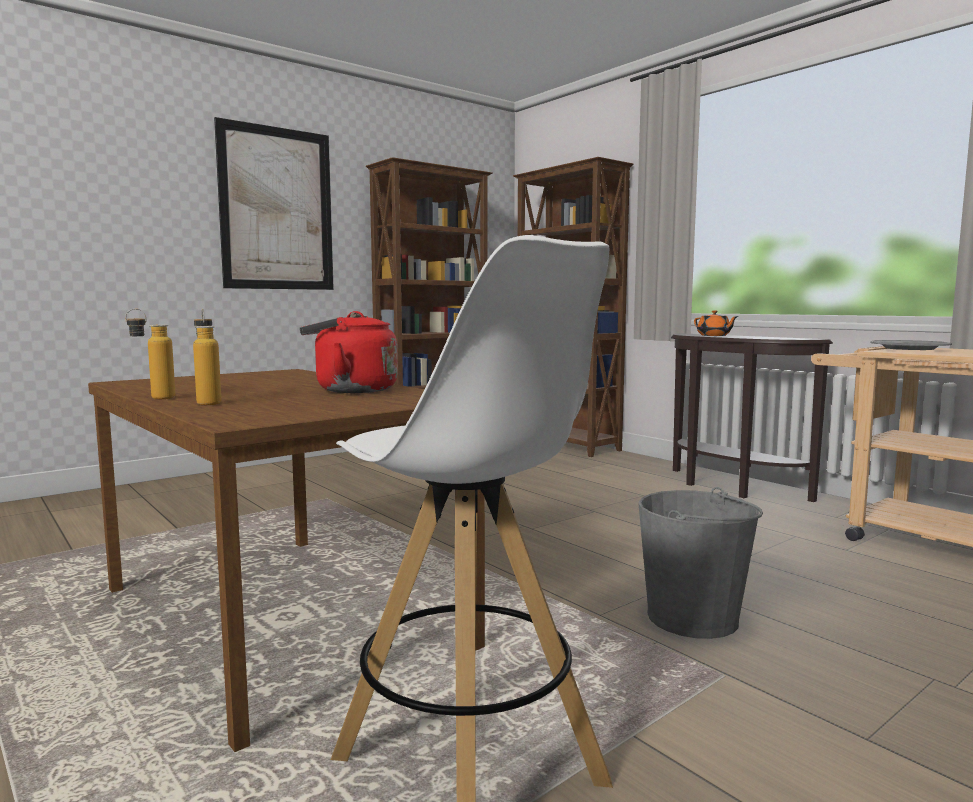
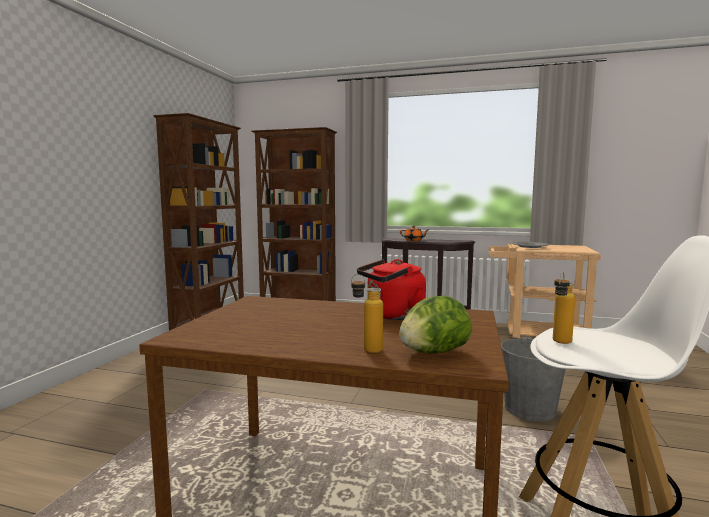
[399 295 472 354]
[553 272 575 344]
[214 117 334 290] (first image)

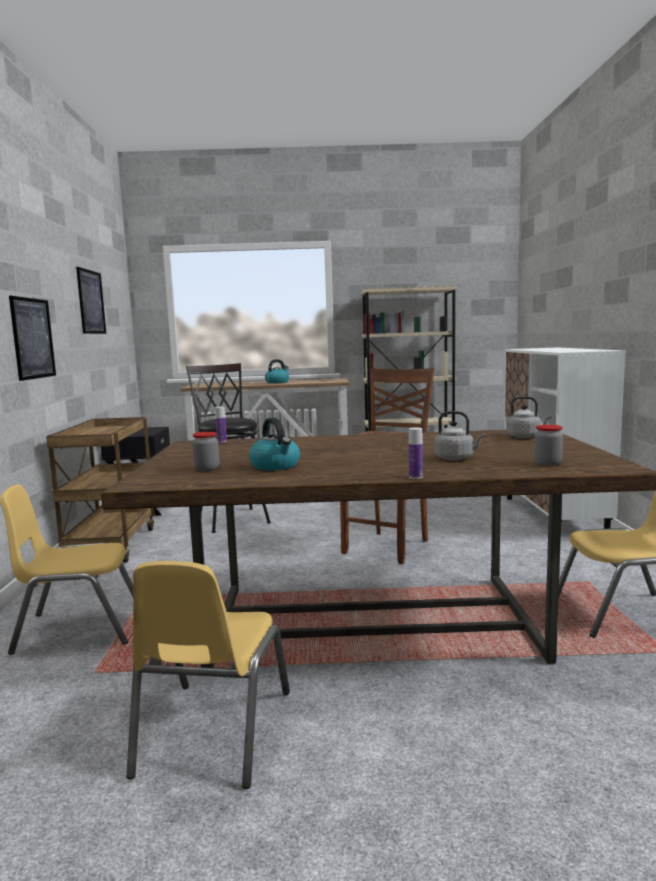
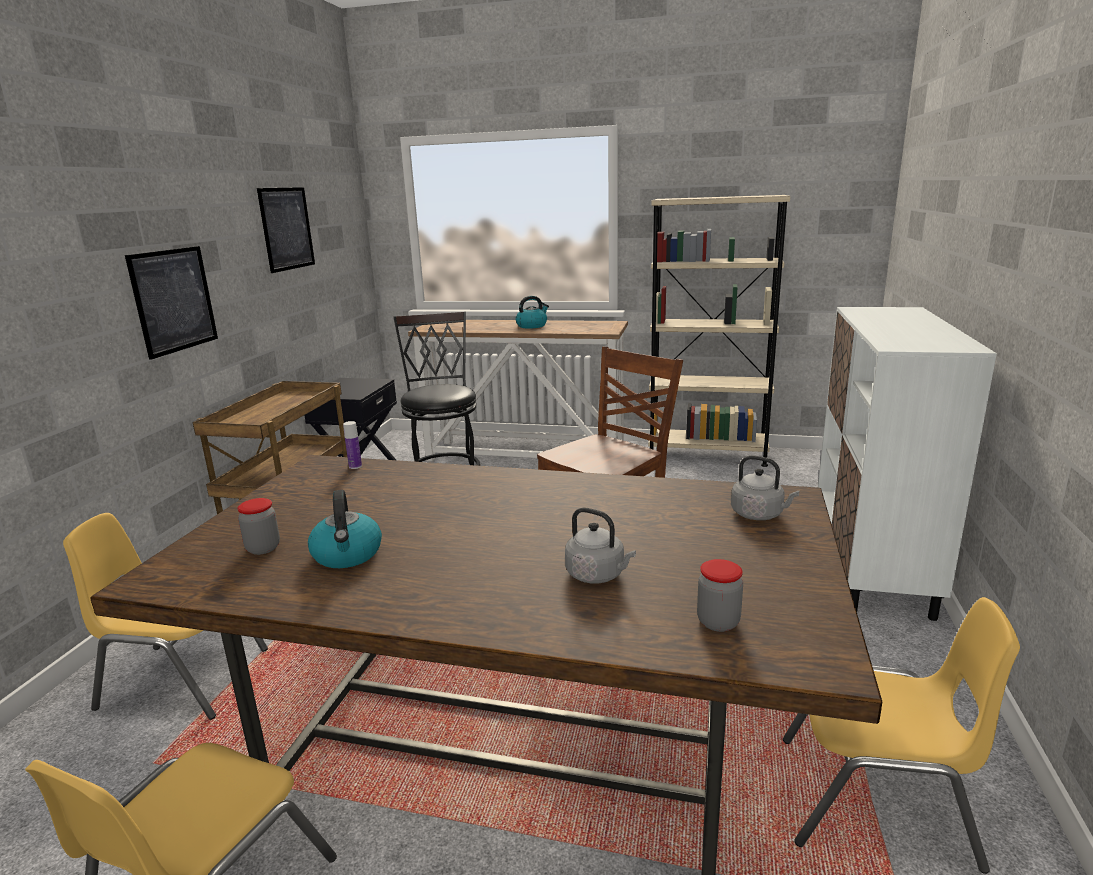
[409 428 423 479] (first image)

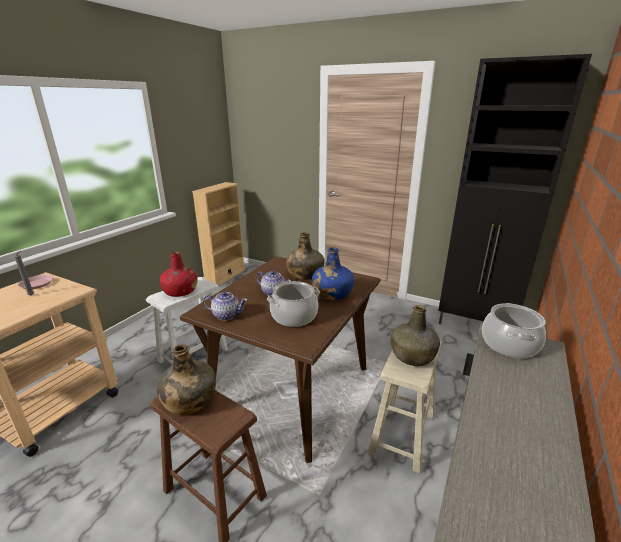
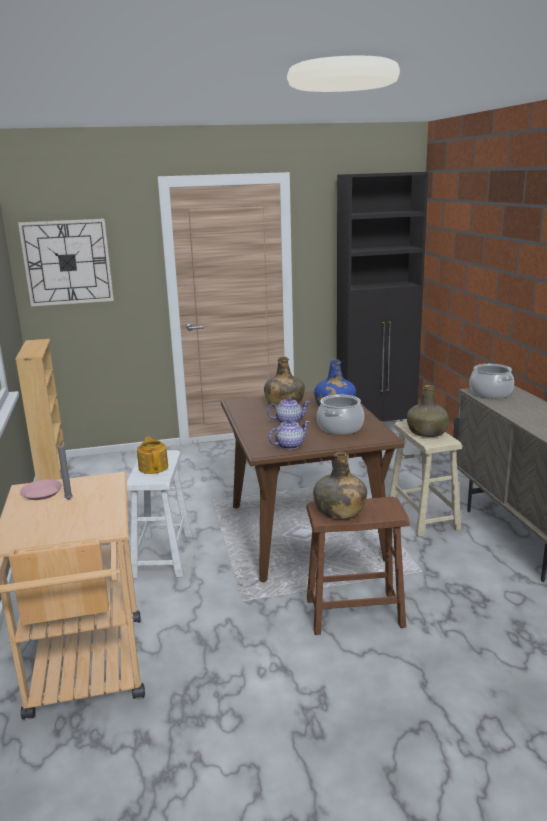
[18 219 114 307]
[137 436 168 474]

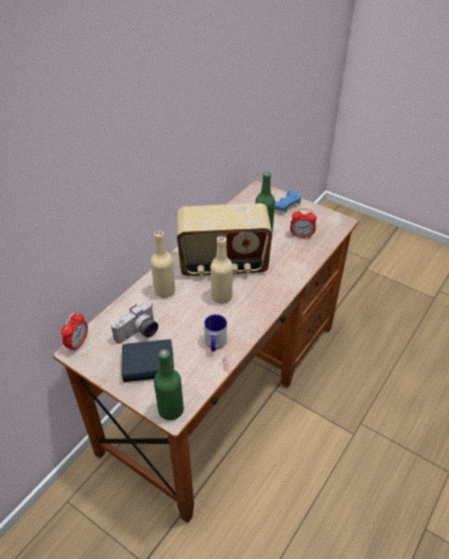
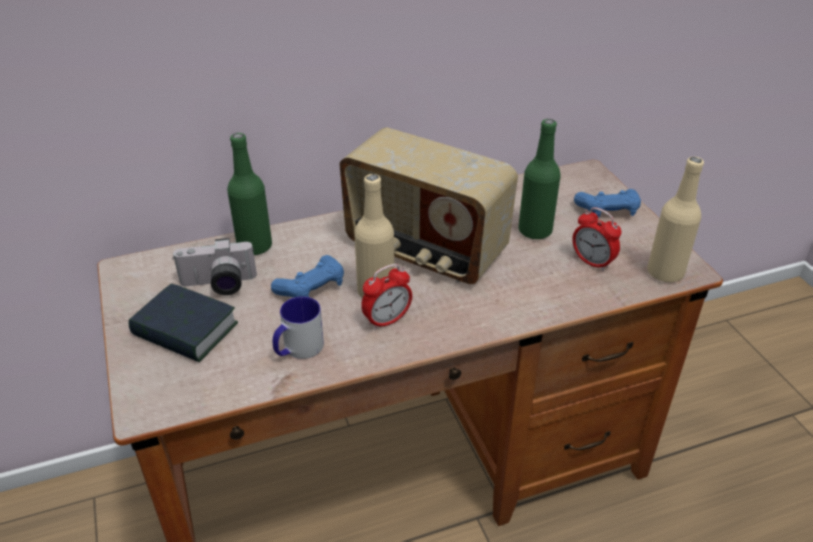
[227 133 272 255]
[271 255 344 298]
[361 264 412 330]
[647 157 704 282]

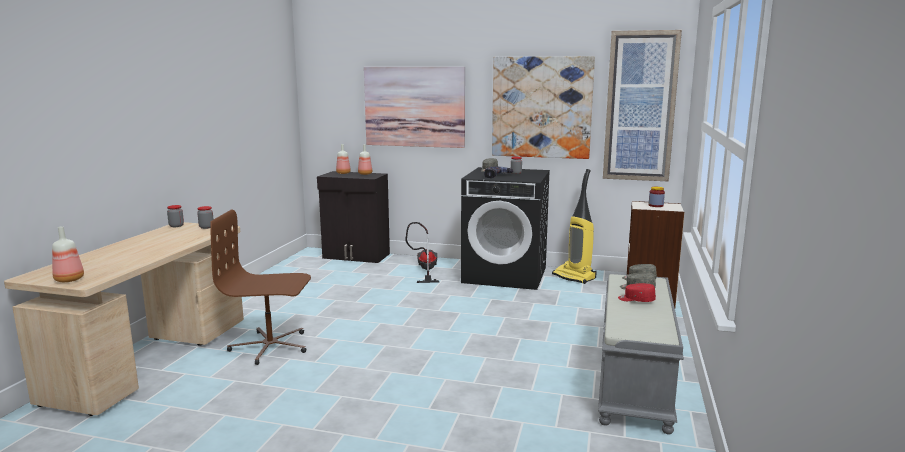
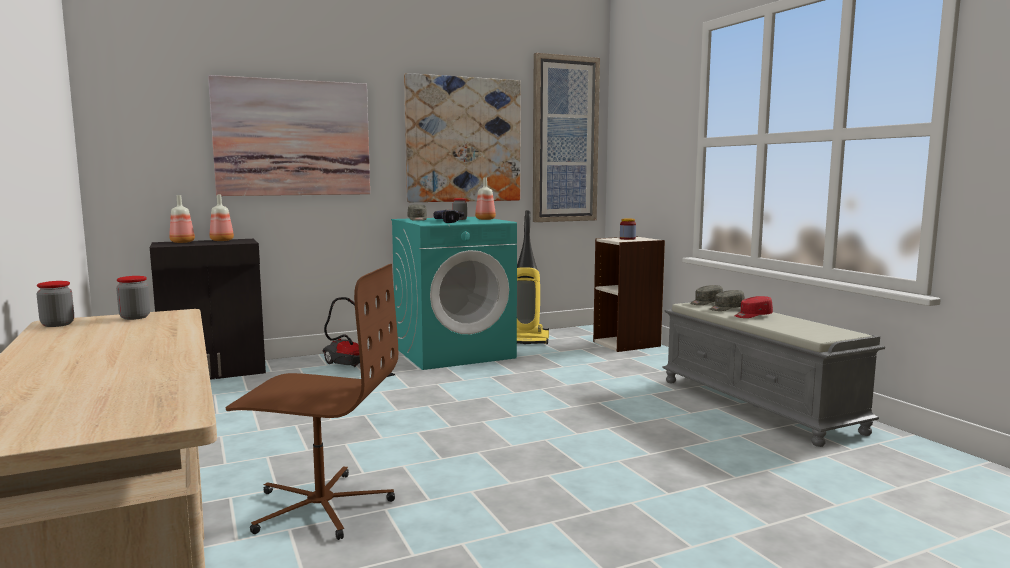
[226 264 398 540]
[391 217 517 370]
[475 177 496 220]

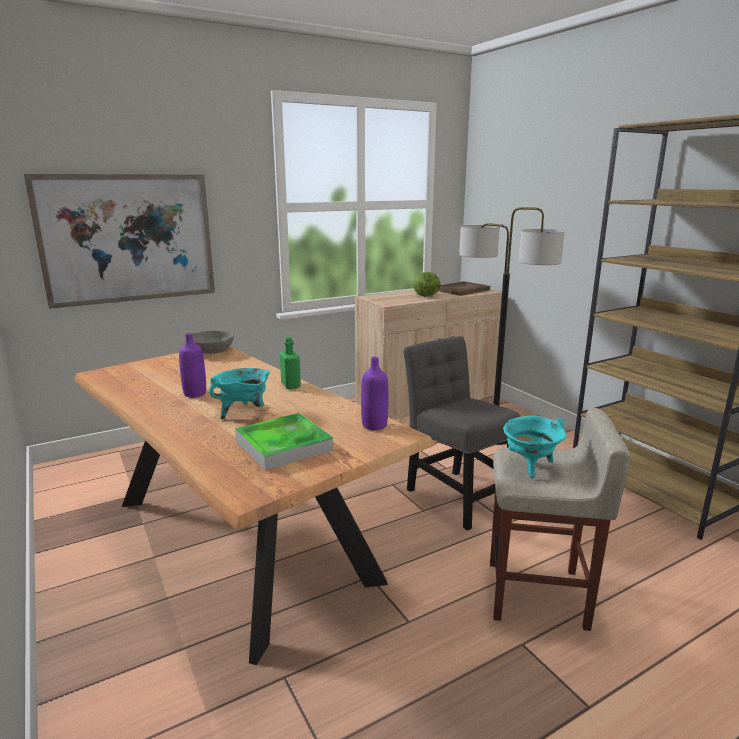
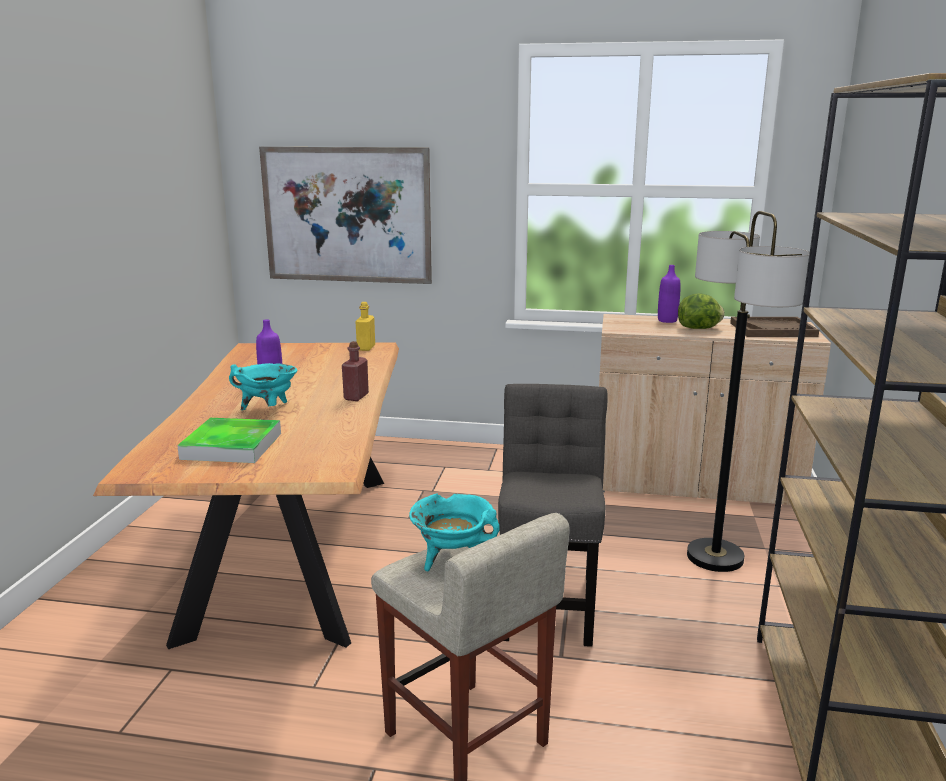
[342 341 369 401]
[355 302 375 351]
[658 265 681 323]

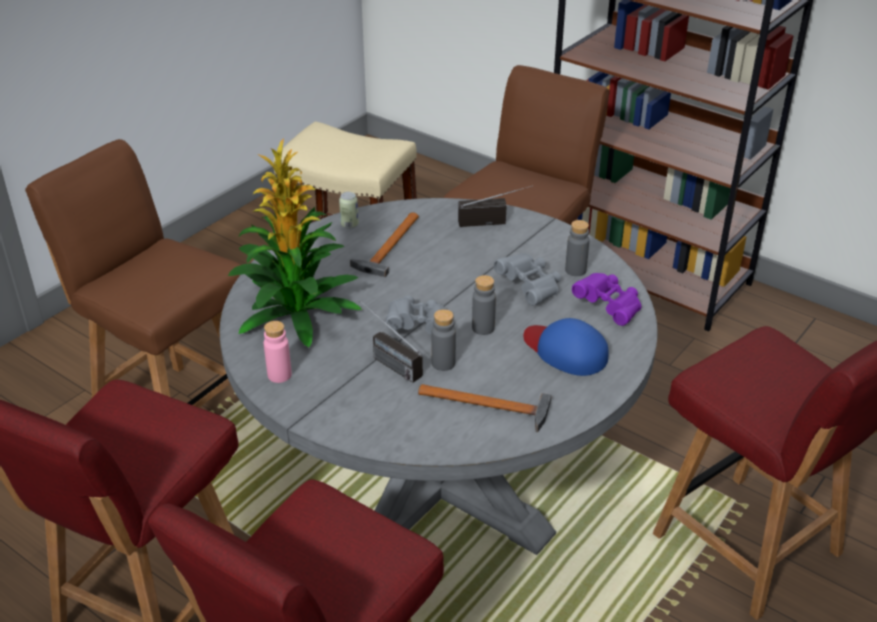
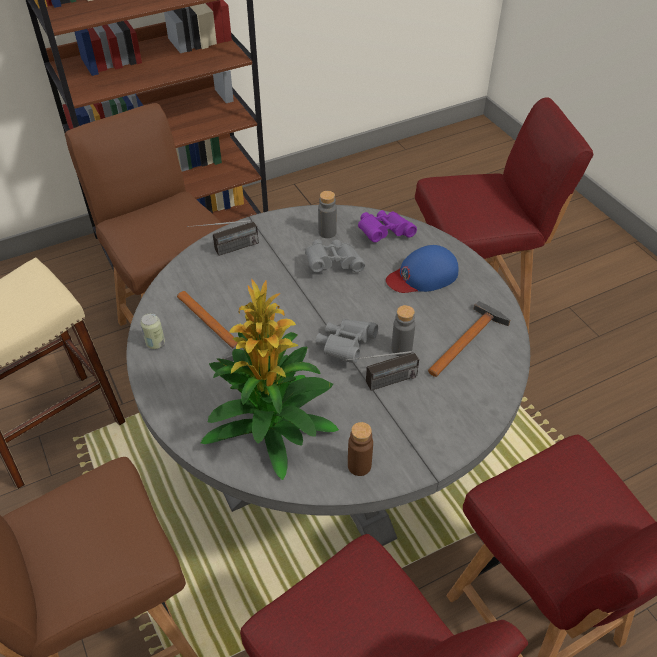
[187 220 259 256]
[348 422 373 476]
[472 275 496 335] (first image)

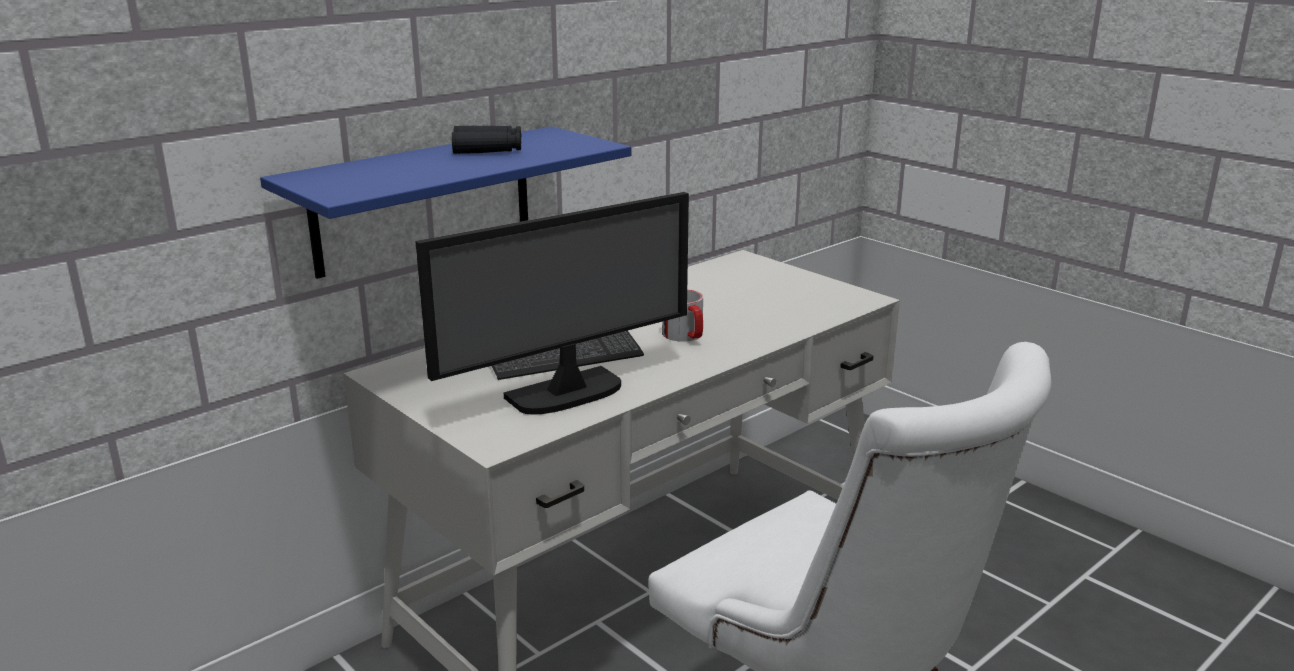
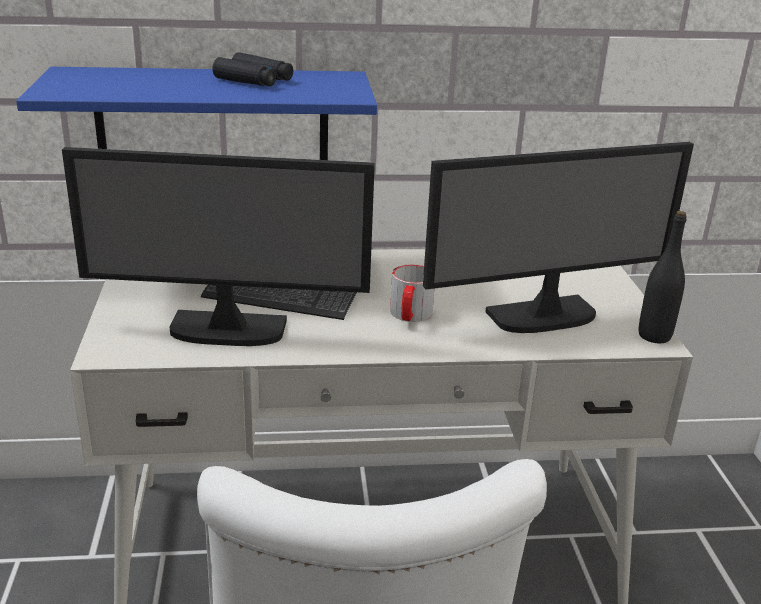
[423 142 694 333]
[639 211 687 343]

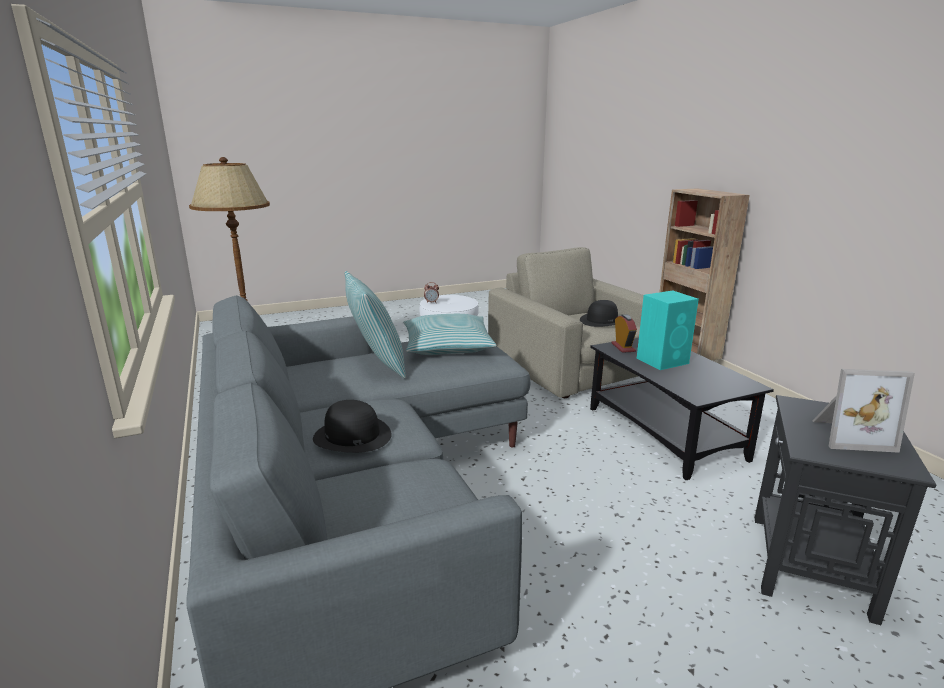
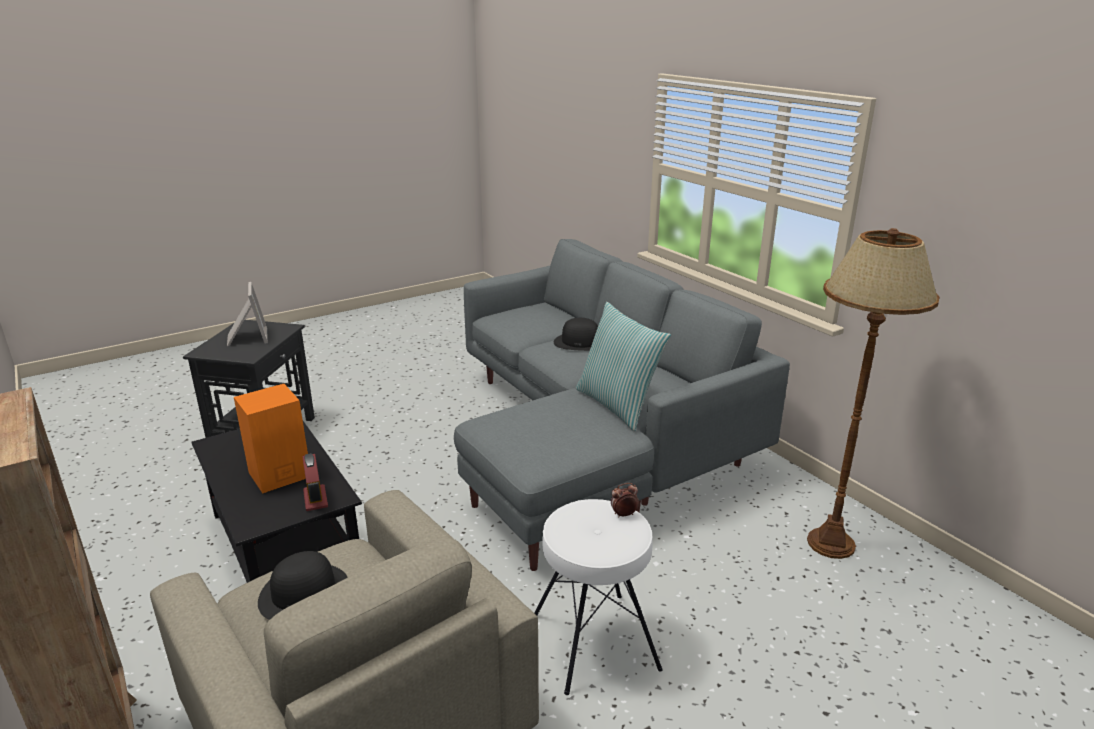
[227 282 268 346]
[234 384 308 494]
[404 314 497 355] (first image)

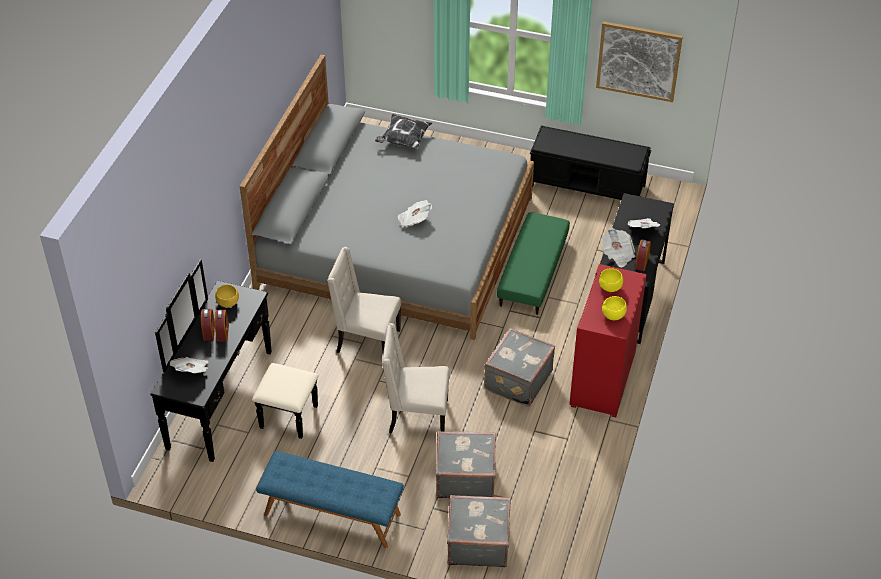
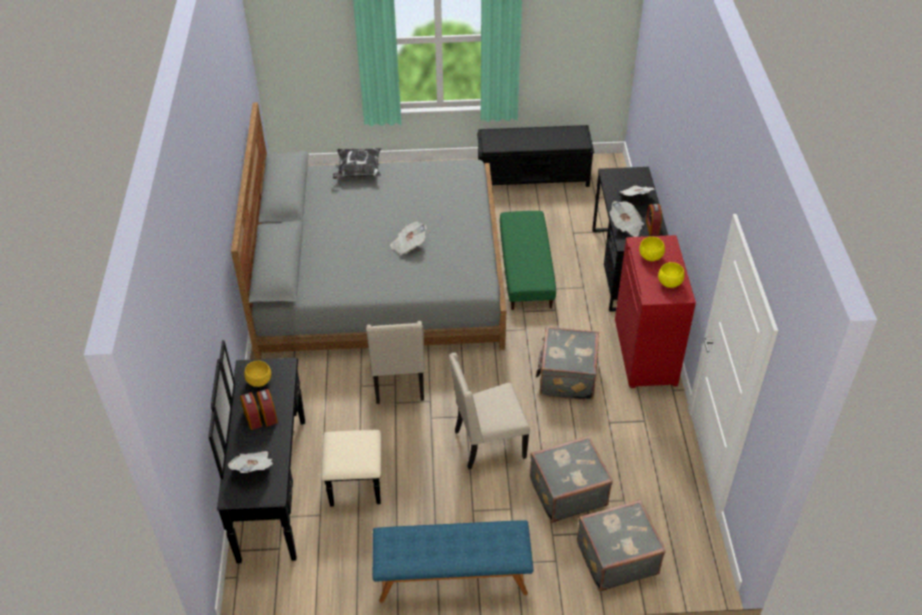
[366 321 425 404]
[596 21 683 102] (first image)

